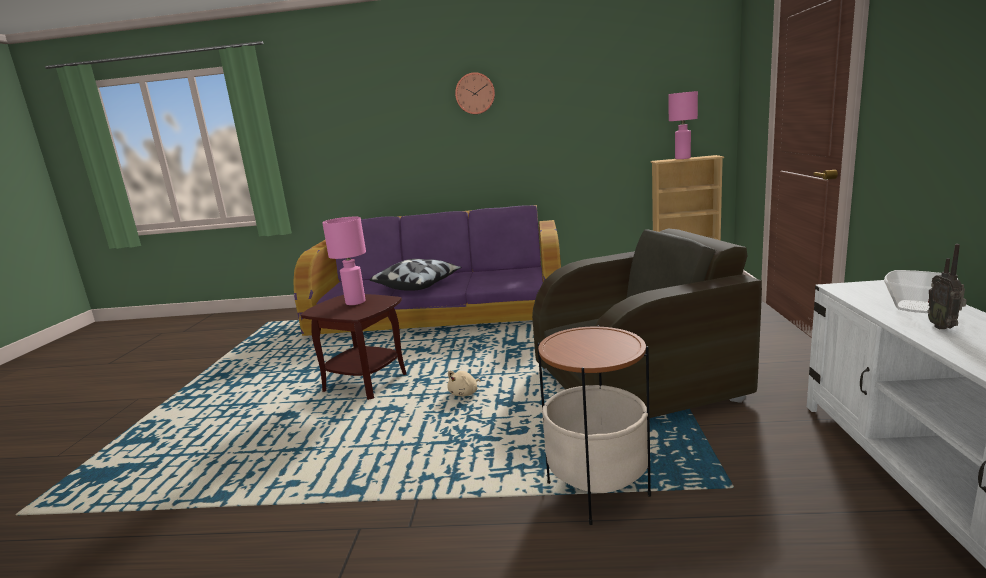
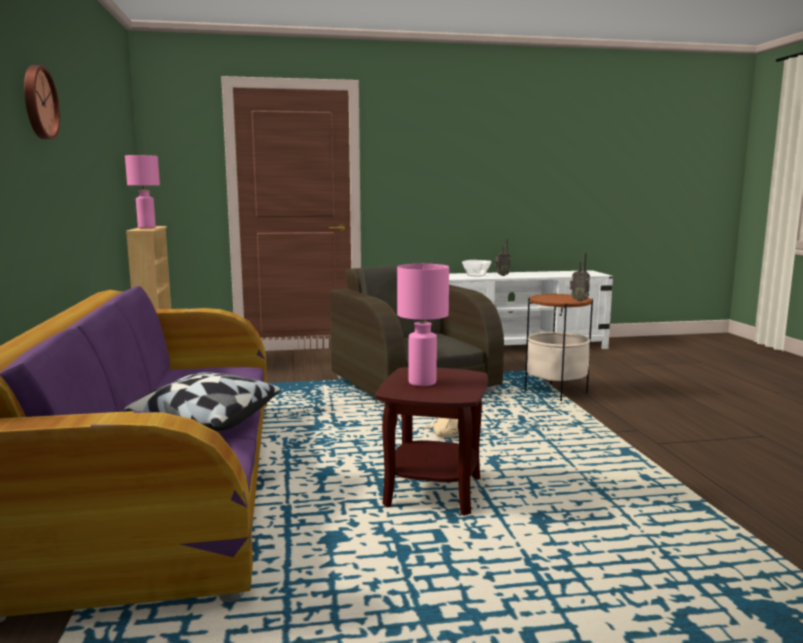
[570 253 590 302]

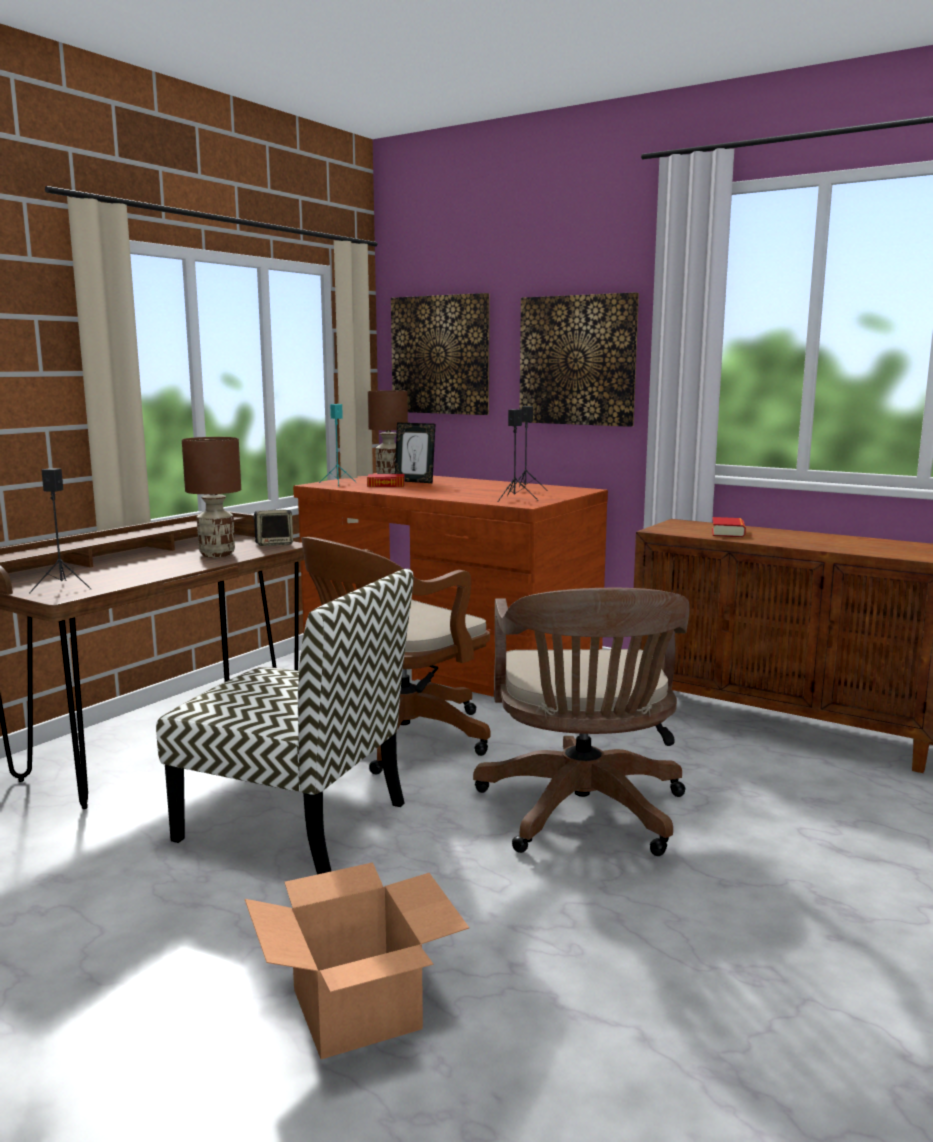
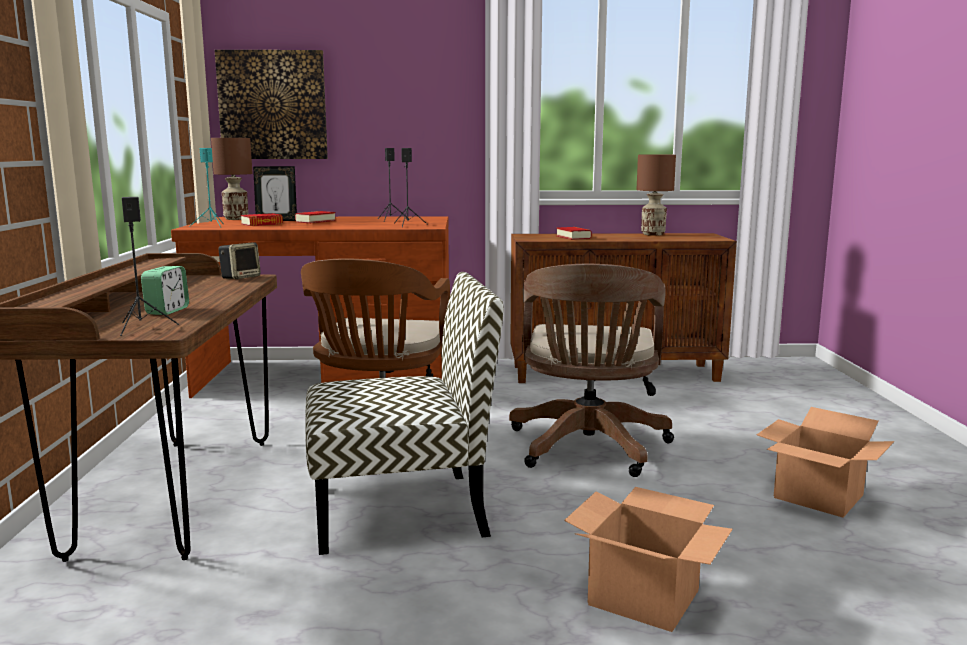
[141 266 189 315]
[295 211 336 223]
[509 264 674 477]
[637 154 676 236]
[757 407 894 518]
[520 292 639 427] (first image)

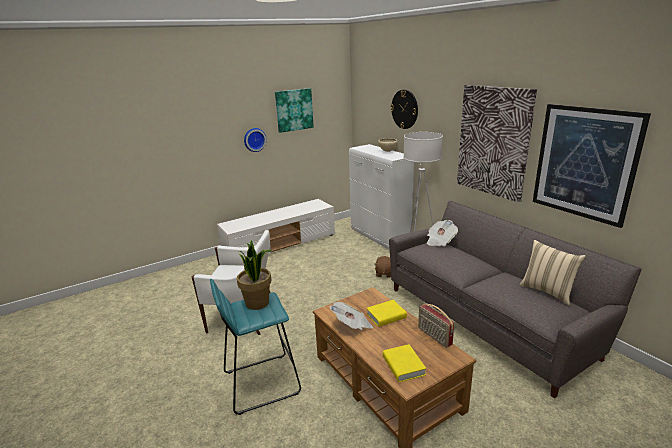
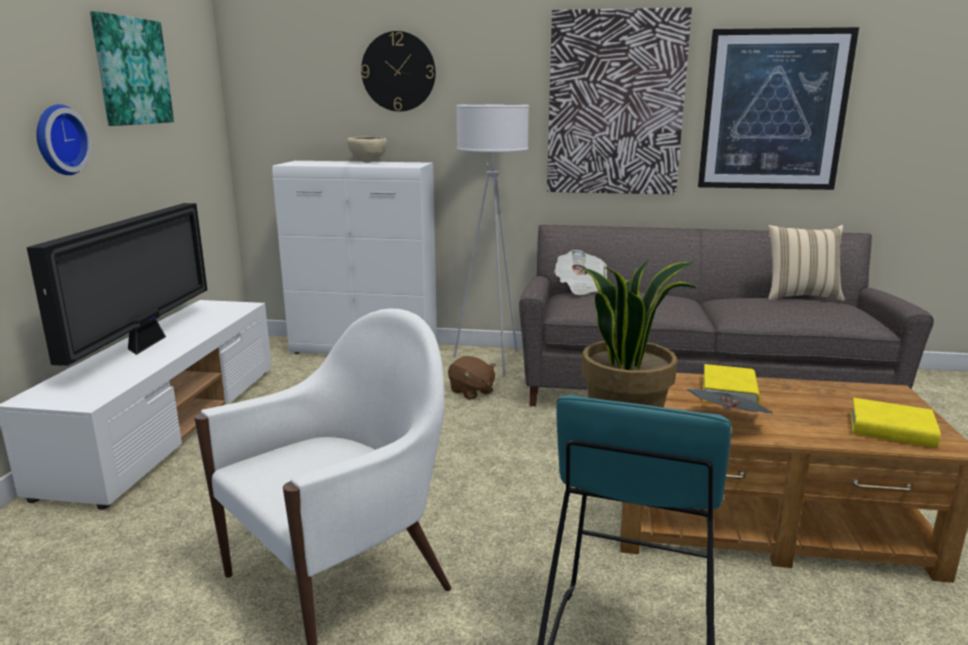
[27 203 207 366]
[418 304 454 348] (first image)

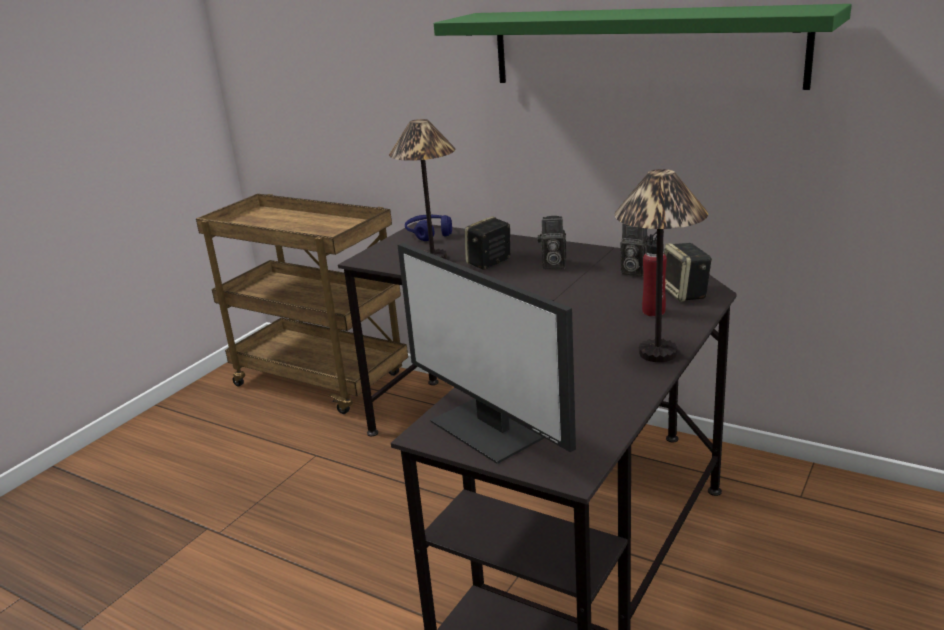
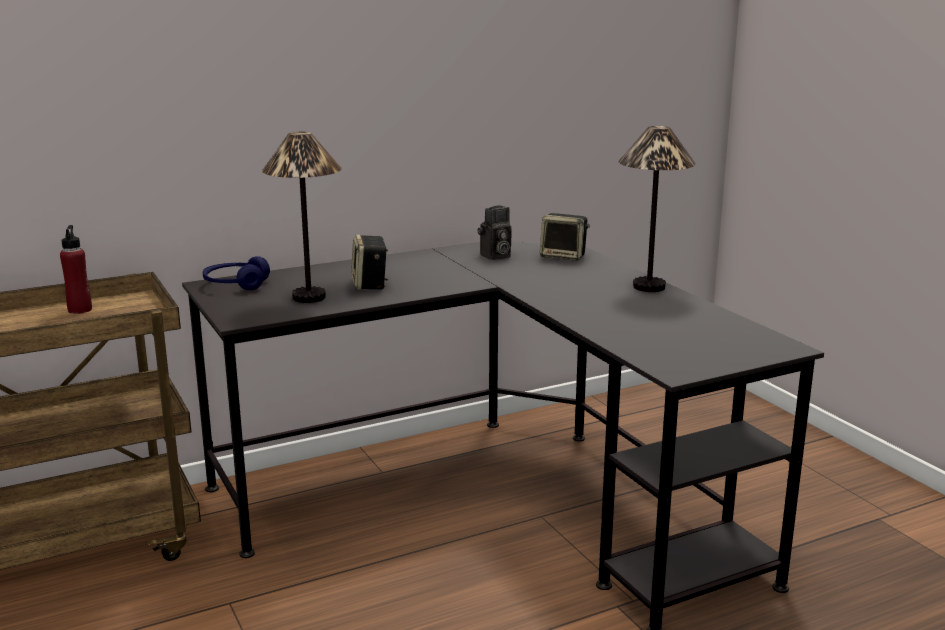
[60 225 92 314]
[397 243 576 464] (first image)
[434 4 852 90] (first image)
[538 216 566 269] (first image)

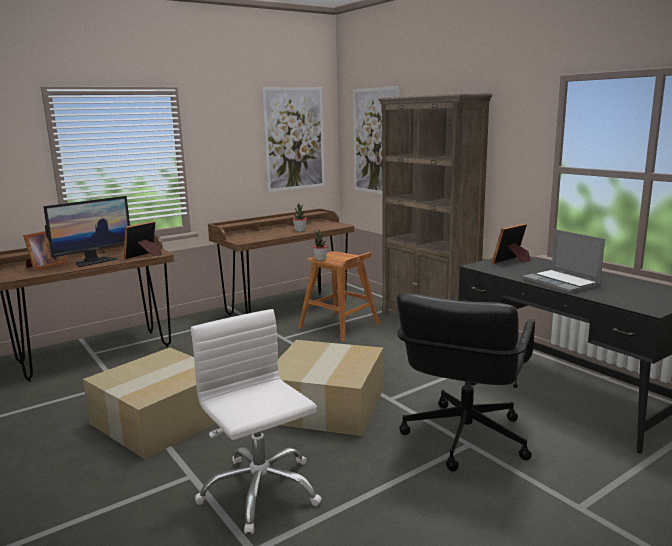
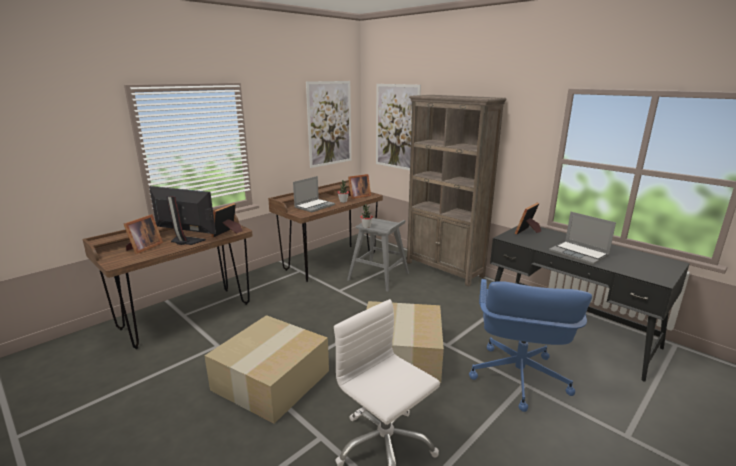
[150 186 216 245]
[293 176 335 212]
[347 218 409 292]
[348 174 371 199]
[469 279 592 412]

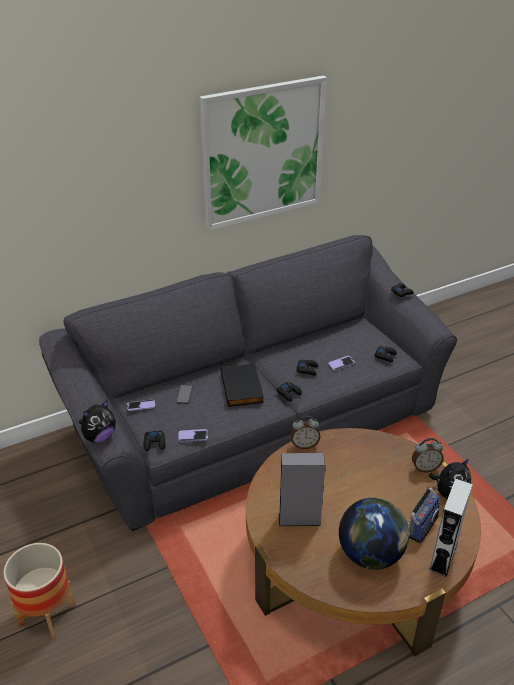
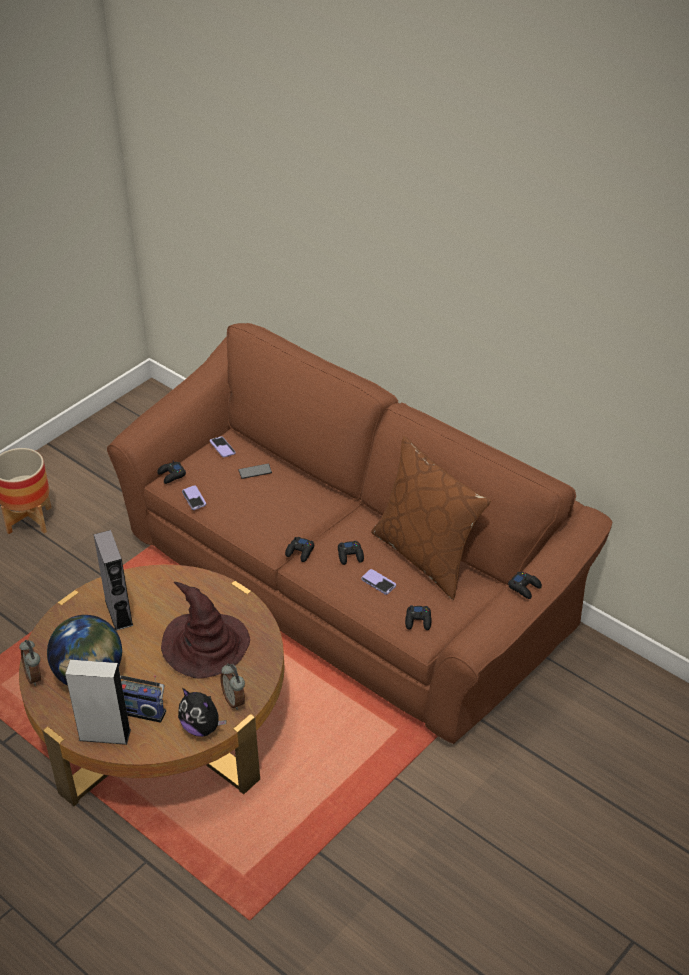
[19 640 41 686]
[107 323 612 744]
[161 582 250 679]
[371 436 491 600]
[79 400 116 443] (first image)
[199 76 327 231] (first image)
[221 363 264 407] (first image)

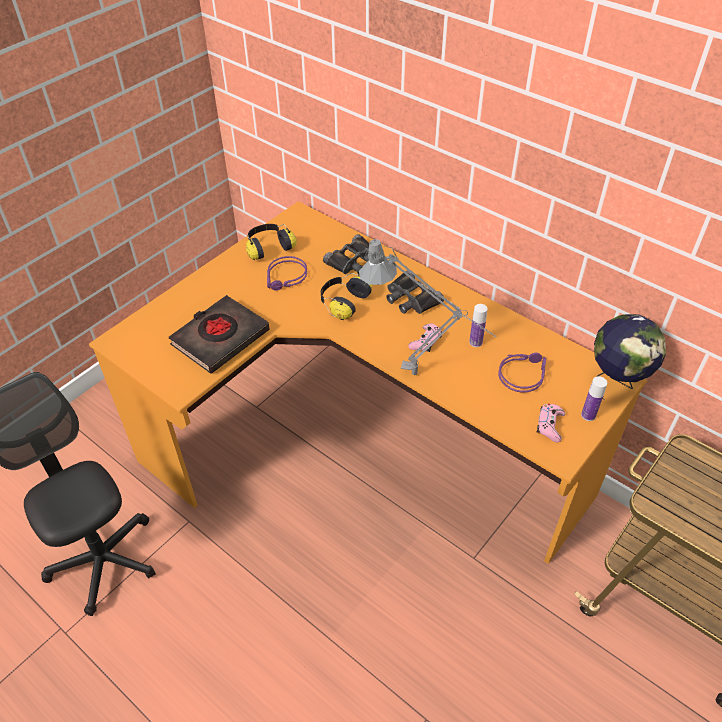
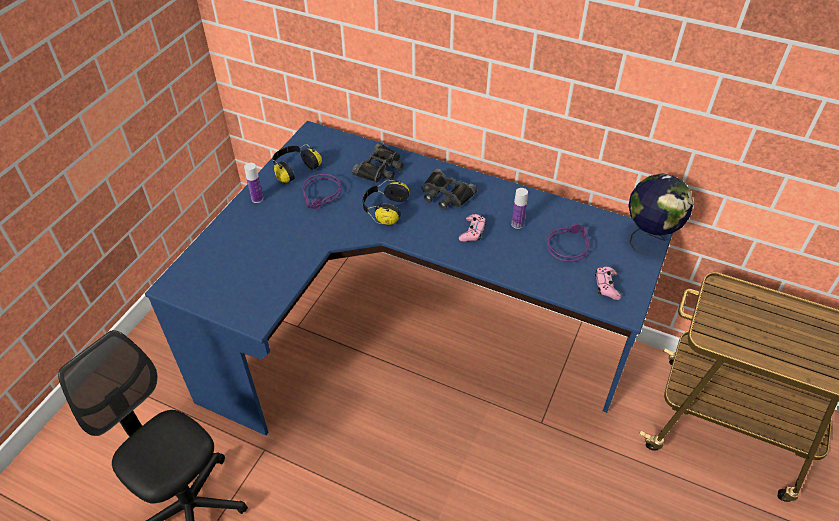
[145 121 673 436]
[244 163 263 203]
[169 295 269 374] (first image)
[359 239 496 375] (first image)

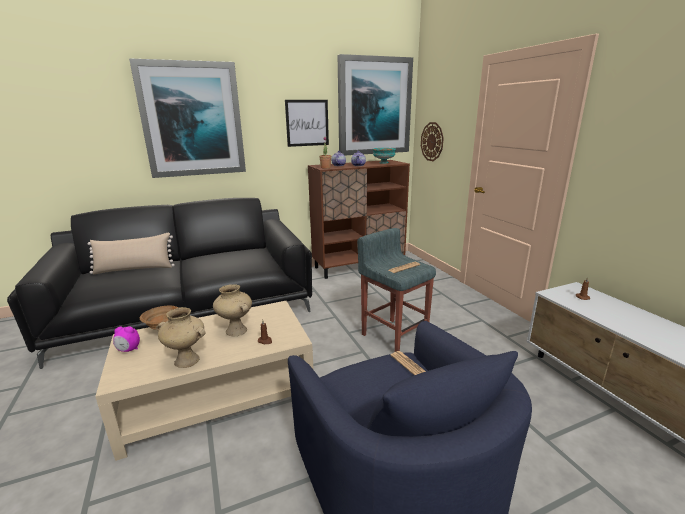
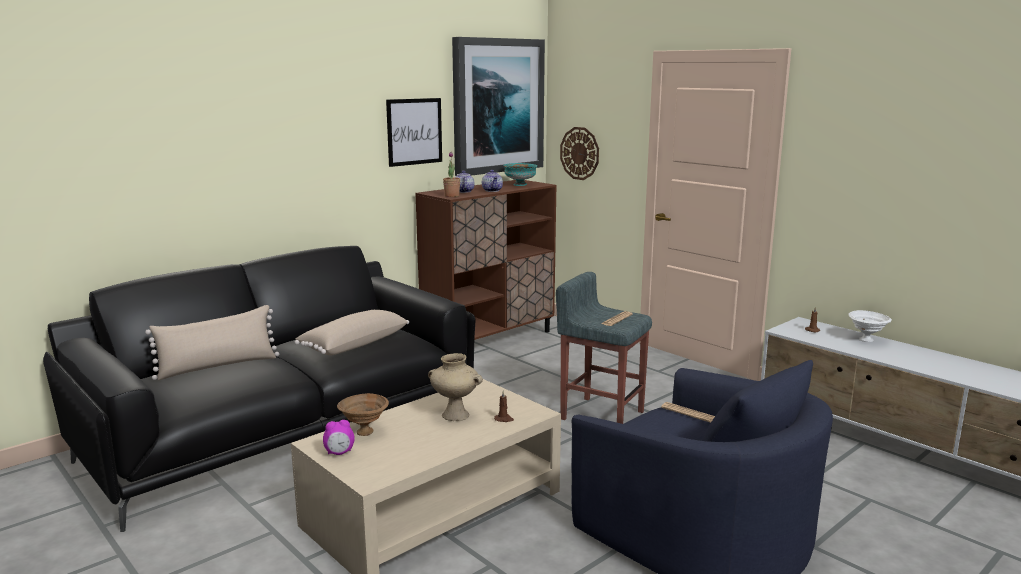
[294 310 409 356]
[848 310 892 342]
[129 58 246 178] (first image)
[156 307 205 368] (first image)

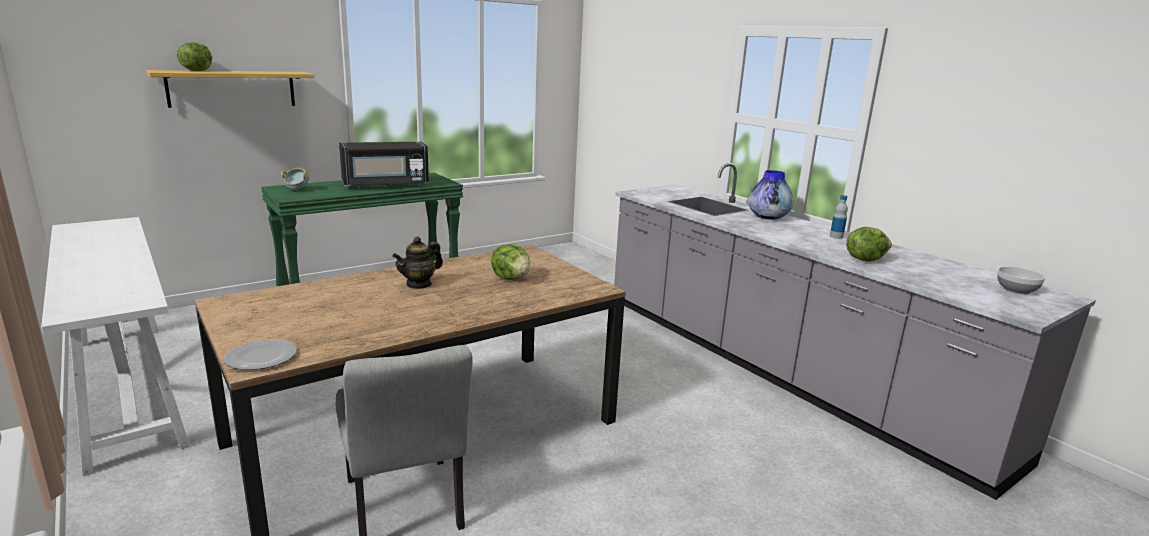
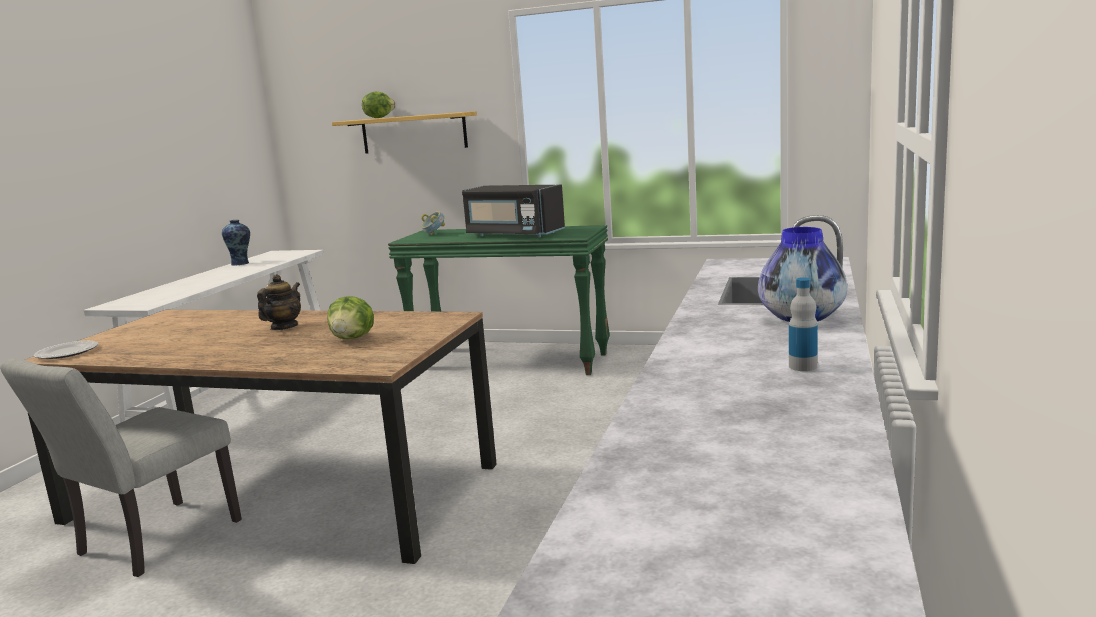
[222 220 250 265]
[257 274 301 330]
[846 226 892 262] (first image)
[997 267 1045 294] (first image)

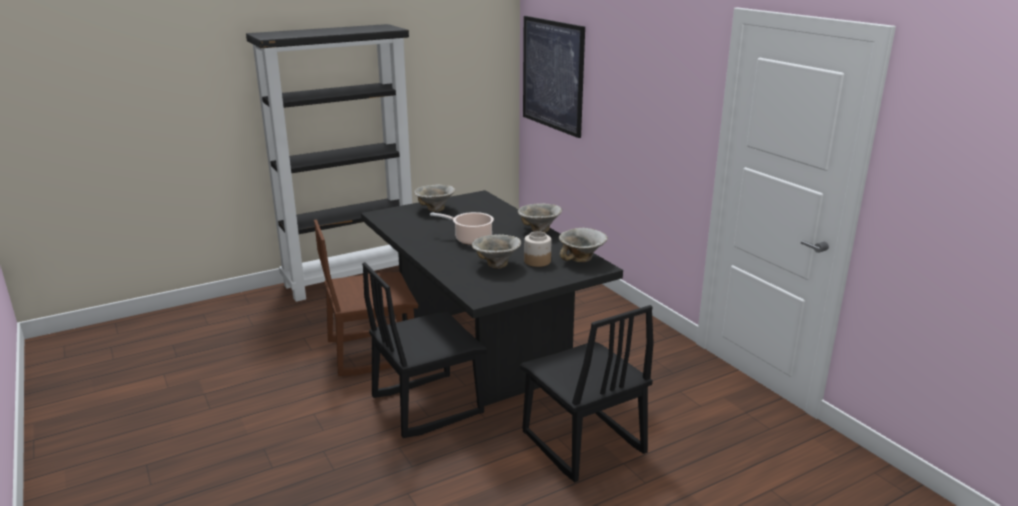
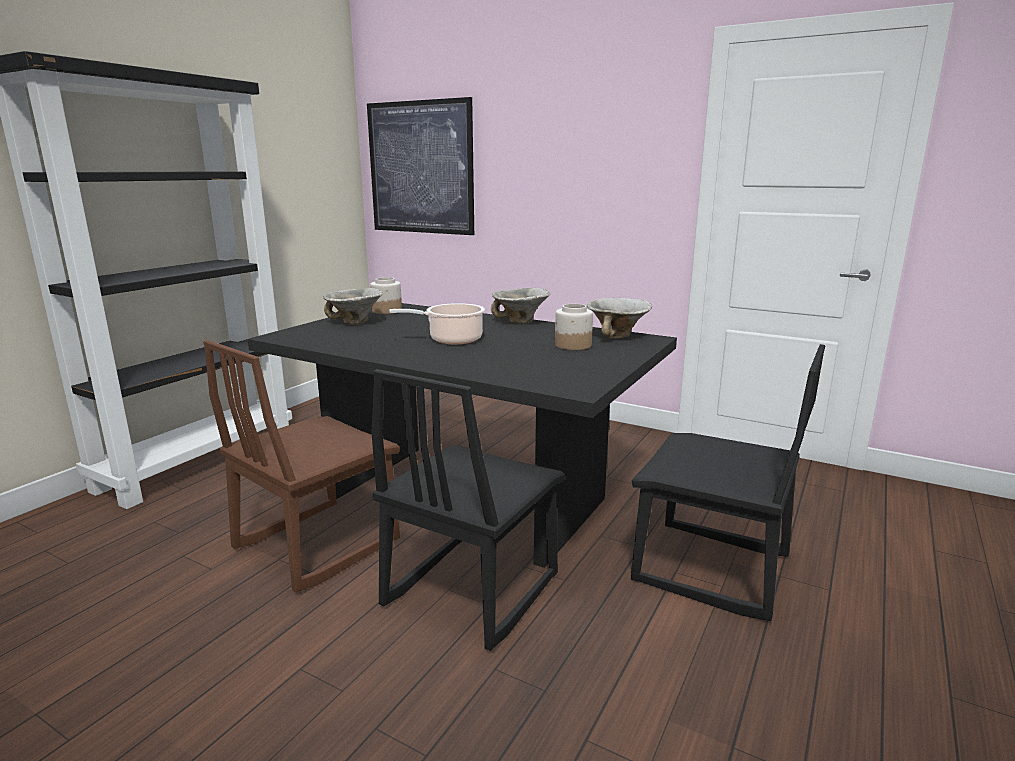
[370 277 402 314]
[472 234 521 269] (first image)

